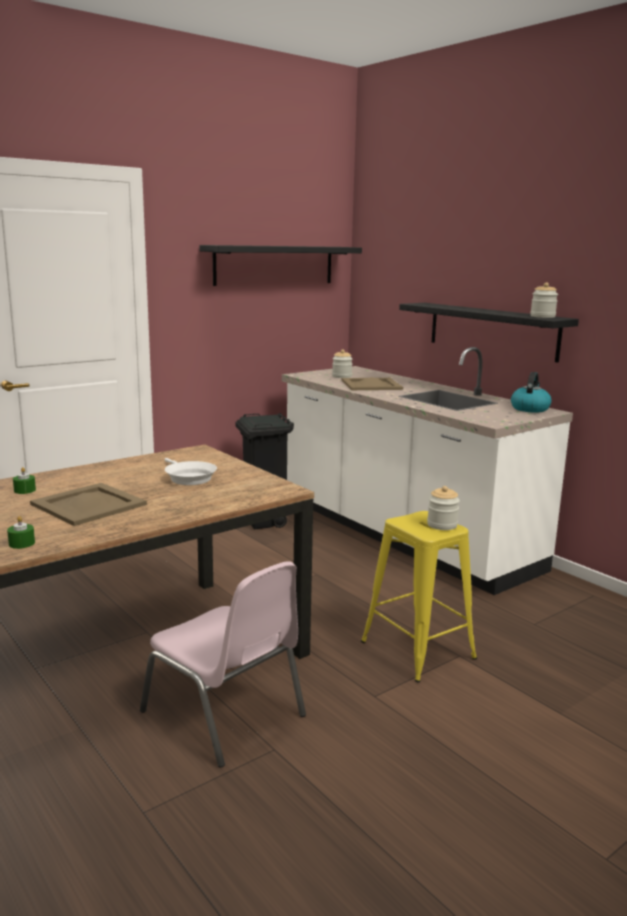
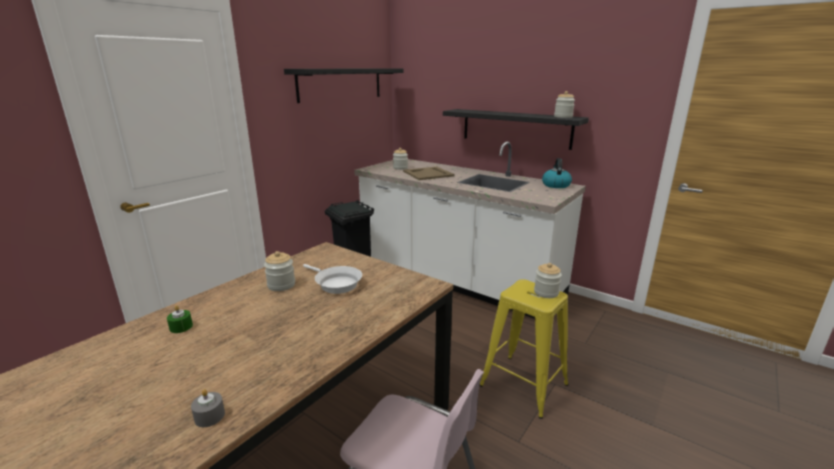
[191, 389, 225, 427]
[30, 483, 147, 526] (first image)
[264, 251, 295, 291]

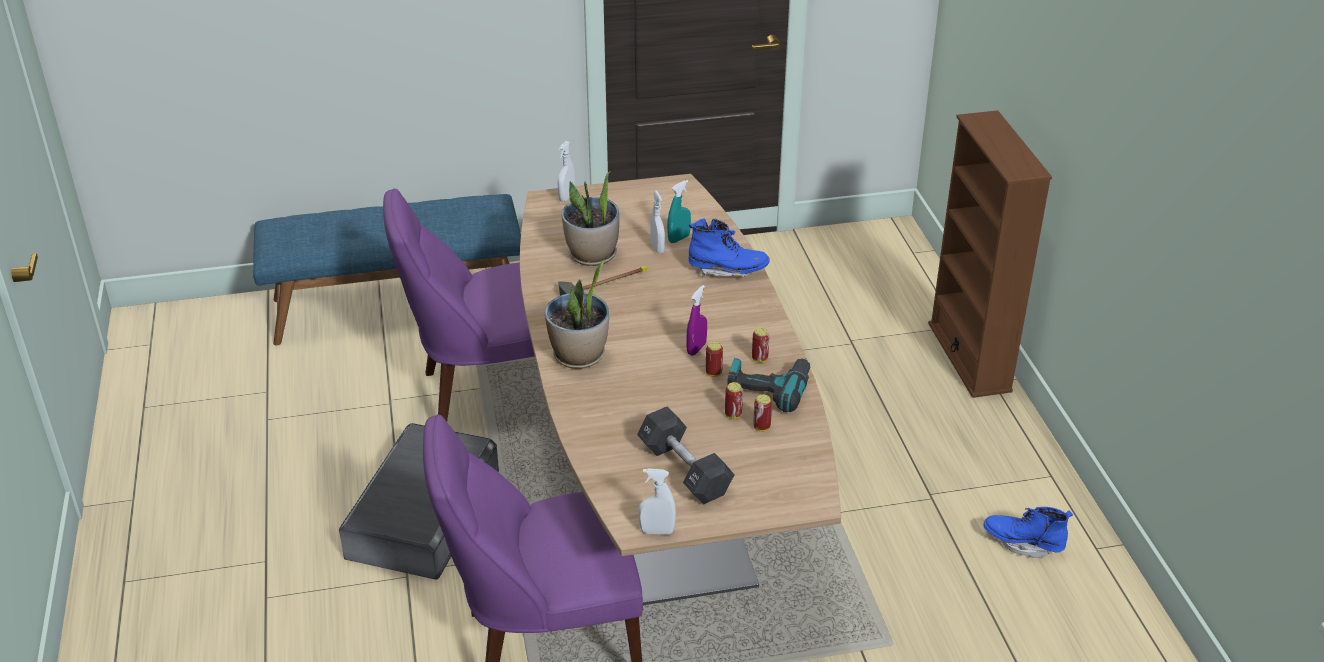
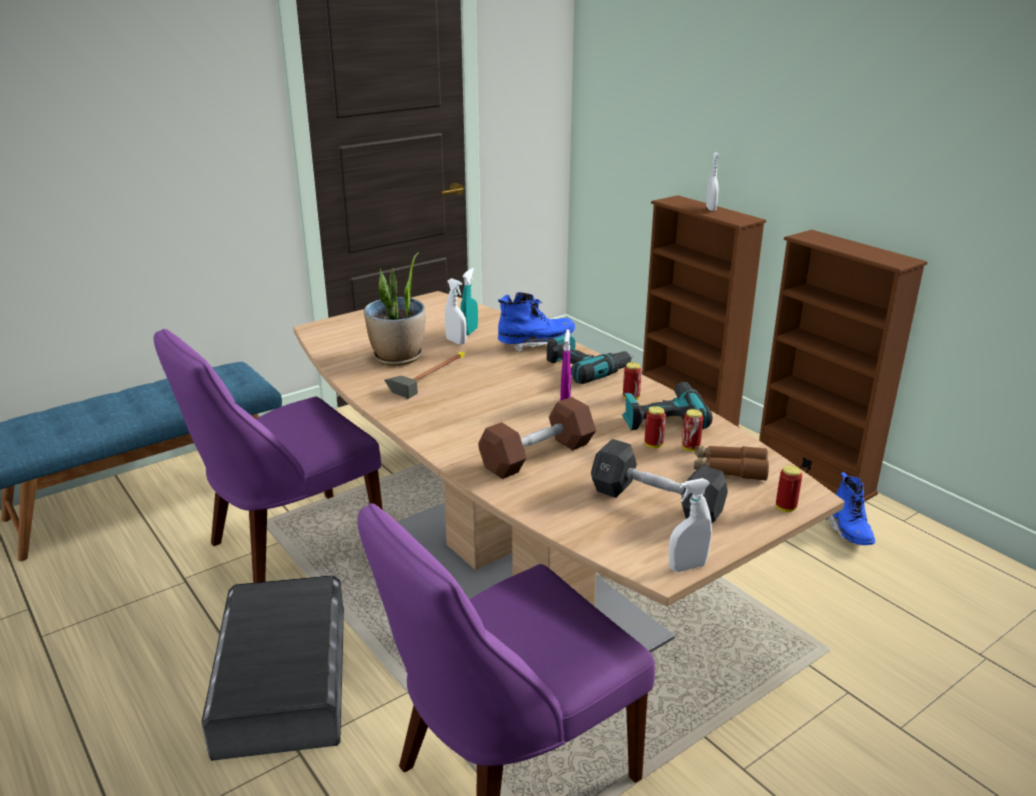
[545, 260, 609, 369] (first image)
[706, 152, 719, 211]
[776, 465, 802, 512]
[826, 472, 875, 545]
[478, 397, 596, 479]
[547, 335, 634, 384]
[694, 446, 769, 481]
[759, 230, 927, 501]

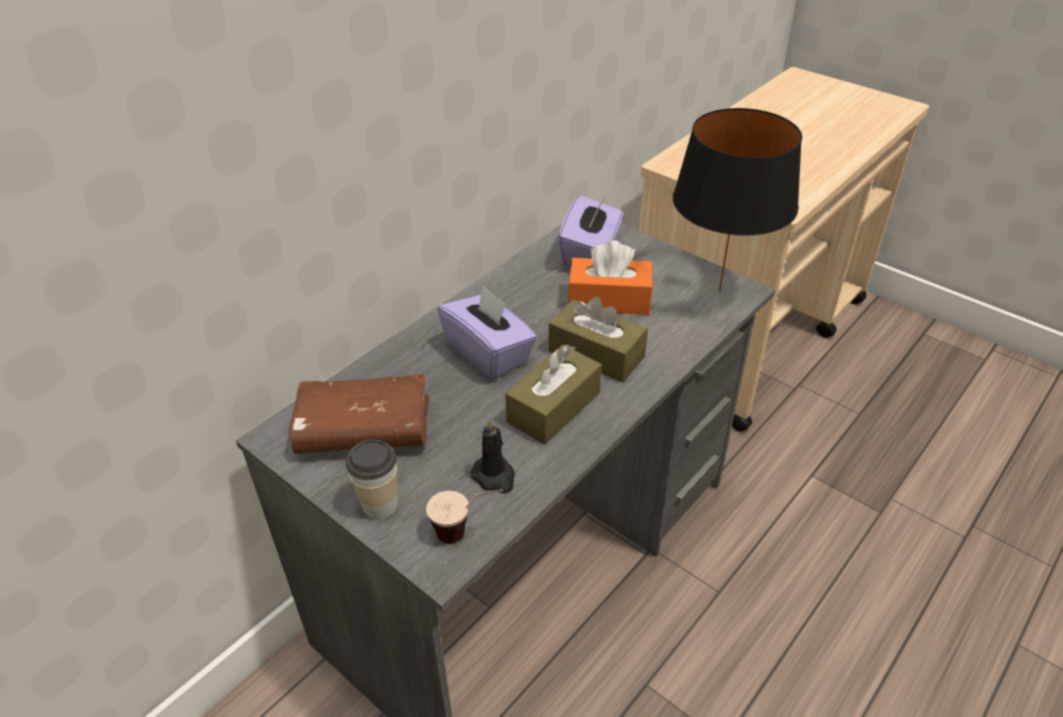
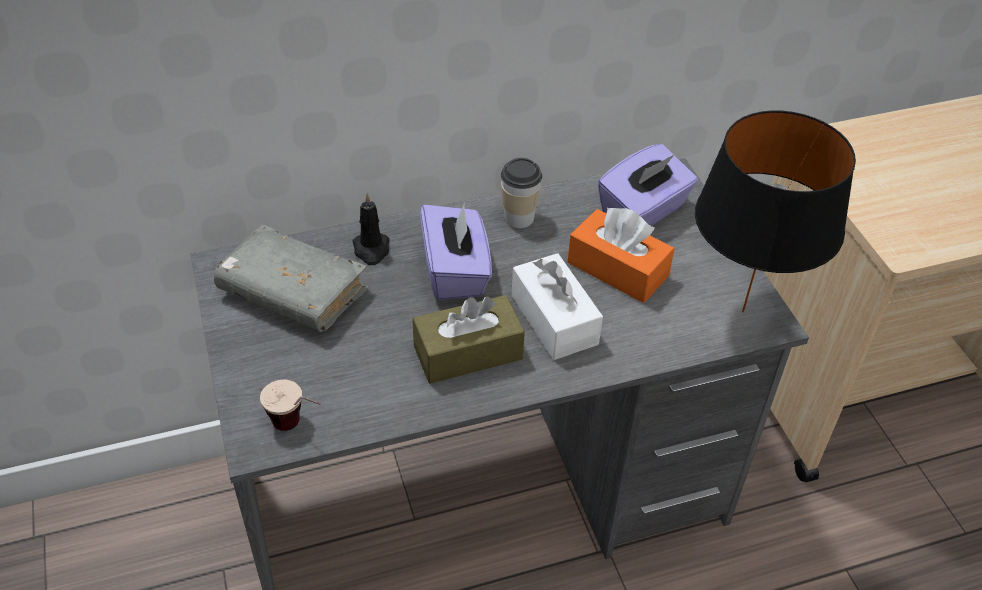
[214, 225, 368, 332]
[501, 158, 542, 228]
[353, 193, 390, 265]
[512, 253, 603, 360]

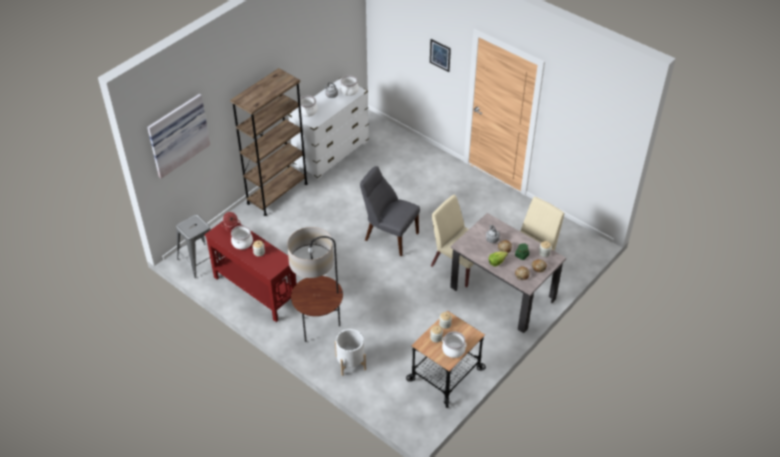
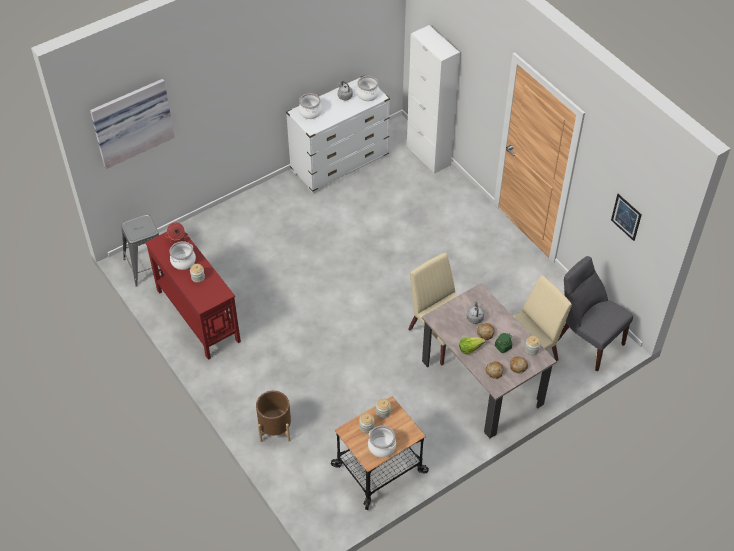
[230, 68, 308, 216] (first image)
[287, 227, 343, 342] (first image)
[256, 391, 291, 442]
[558, 256, 633, 371]
[611, 194, 642, 241]
[407, 25, 460, 174]

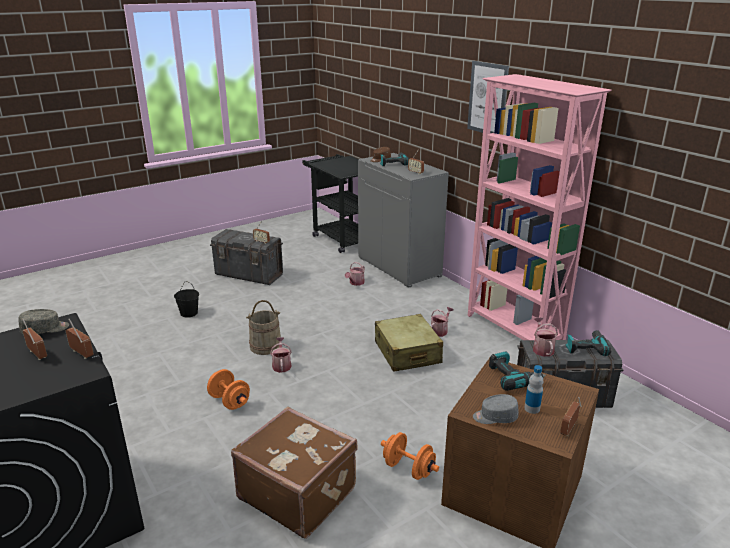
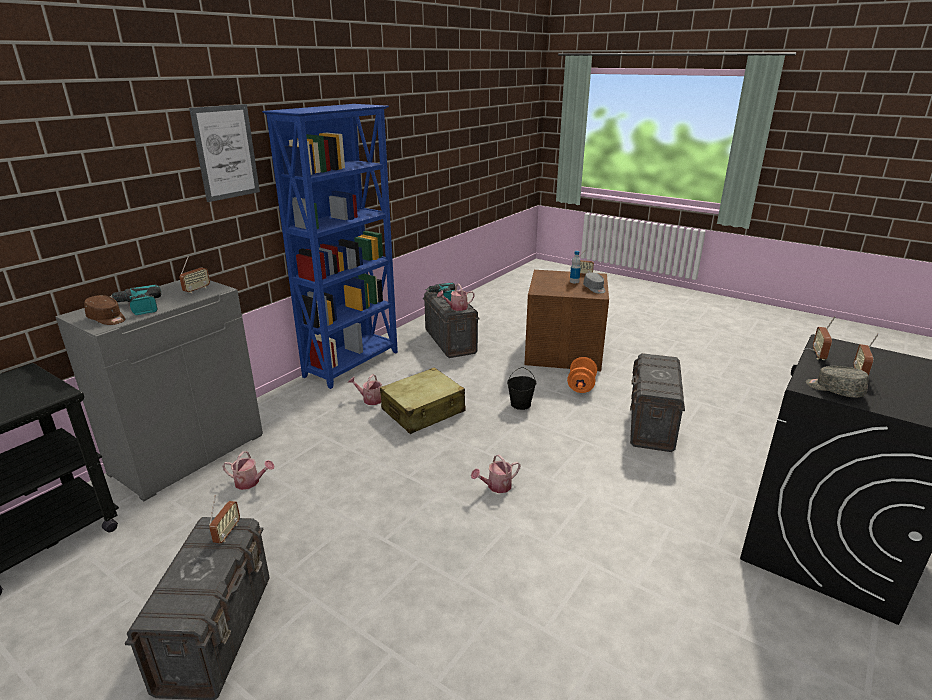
[507, 367, 536, 410]
[207, 369, 250, 410] (first image)
[630, 353, 685, 452]
[246, 300, 282, 355] (first image)
[262, 104, 398, 389]
[489, 352, 546, 391] (first image)

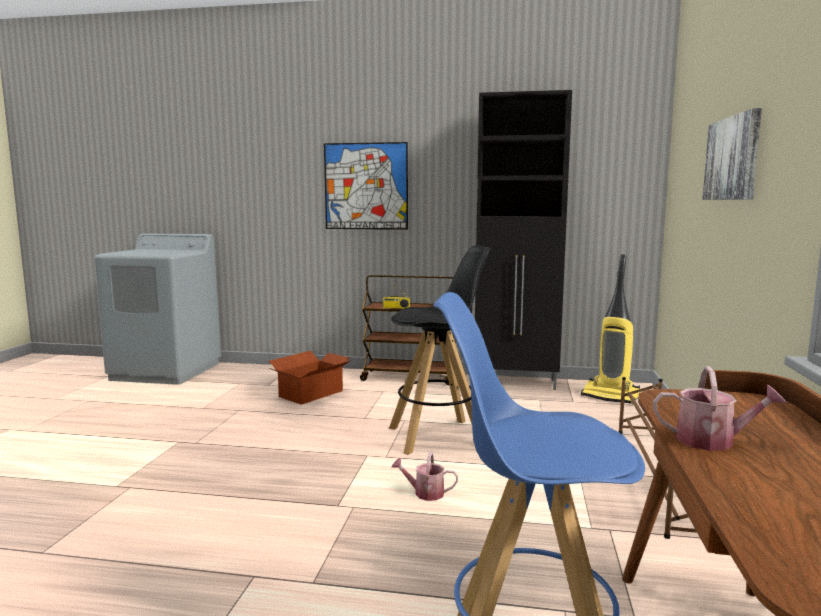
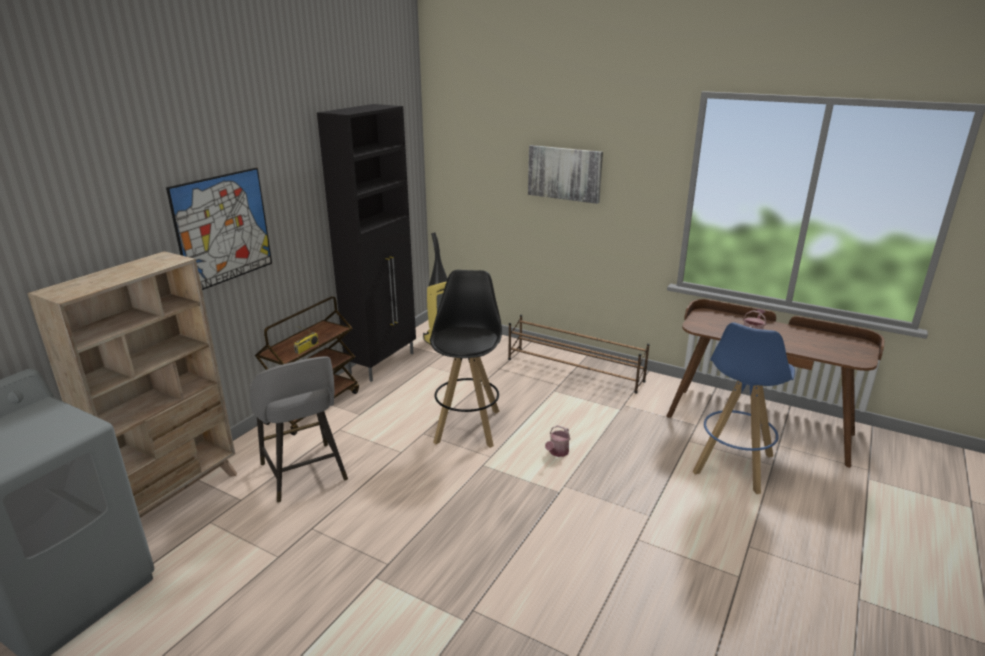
[250, 356, 348, 503]
[27, 251, 237, 518]

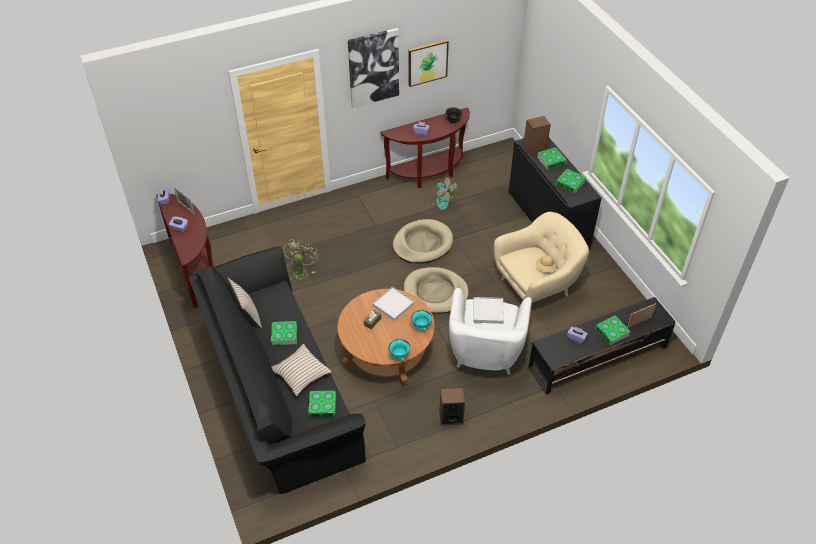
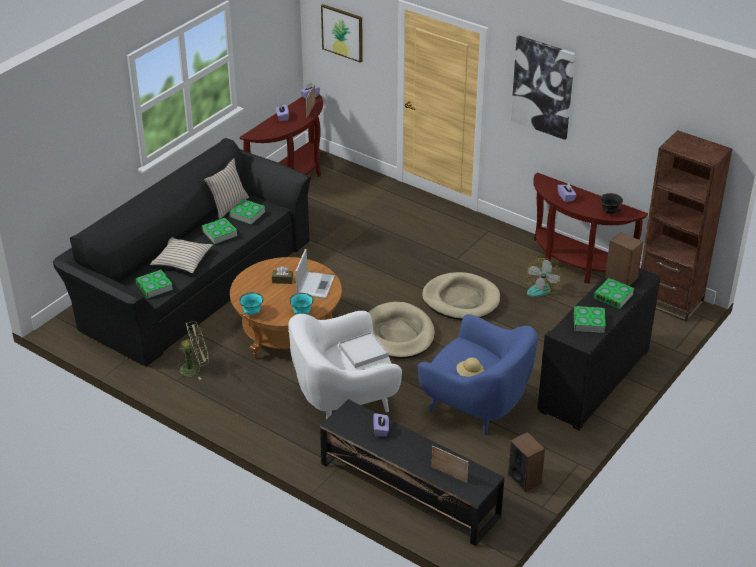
[173, 321, 209, 380]
[295, 249, 335, 299]
[321, 4, 363, 63]
[508, 432, 545, 492]
[418, 314, 538, 435]
[229, 199, 265, 224]
[641, 130, 733, 322]

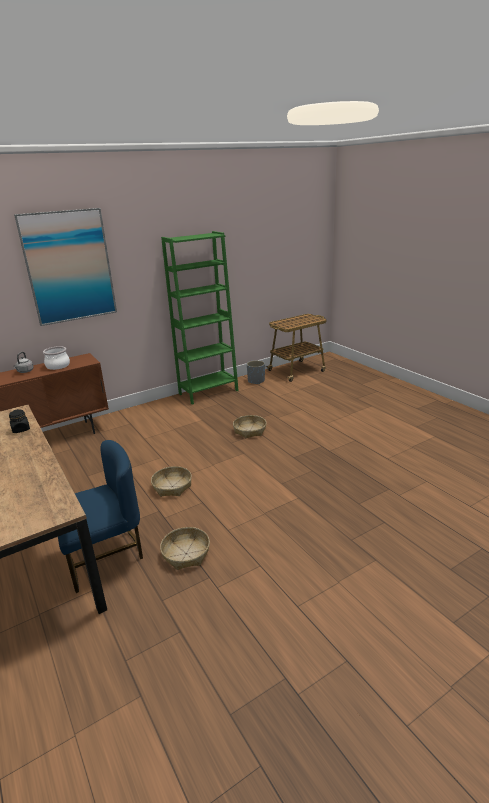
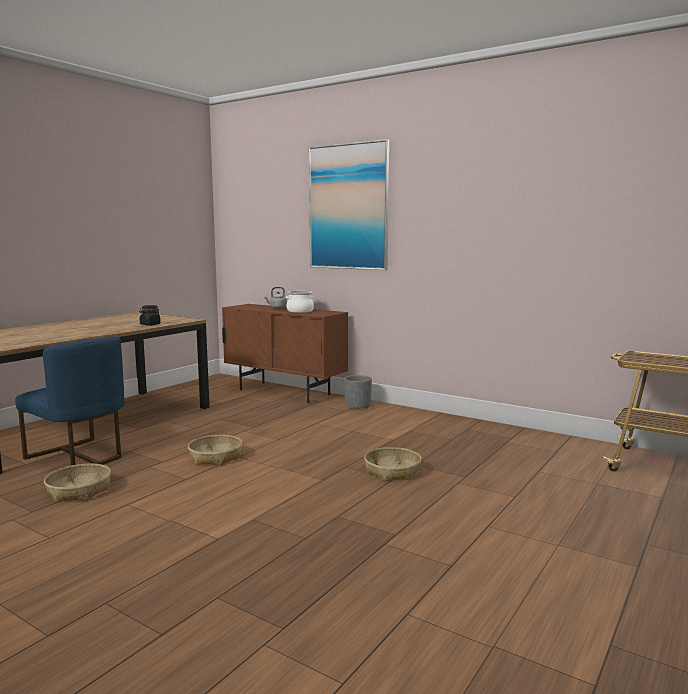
[161, 231, 239, 405] (first image)
[344, 375, 372, 409]

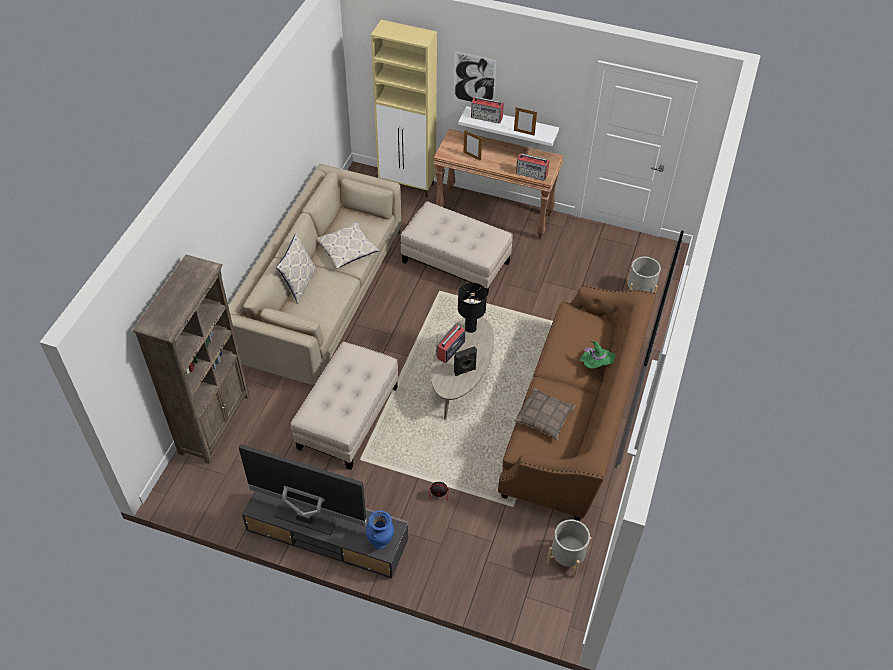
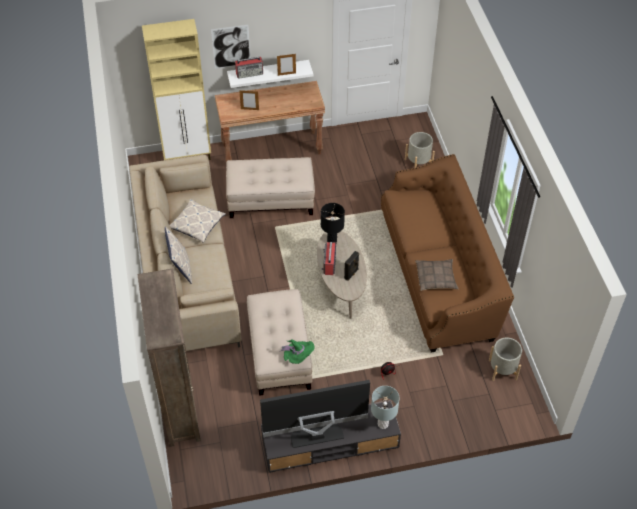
[371, 386, 400, 429]
[516, 153, 550, 180] (first image)
[279, 340, 315, 364]

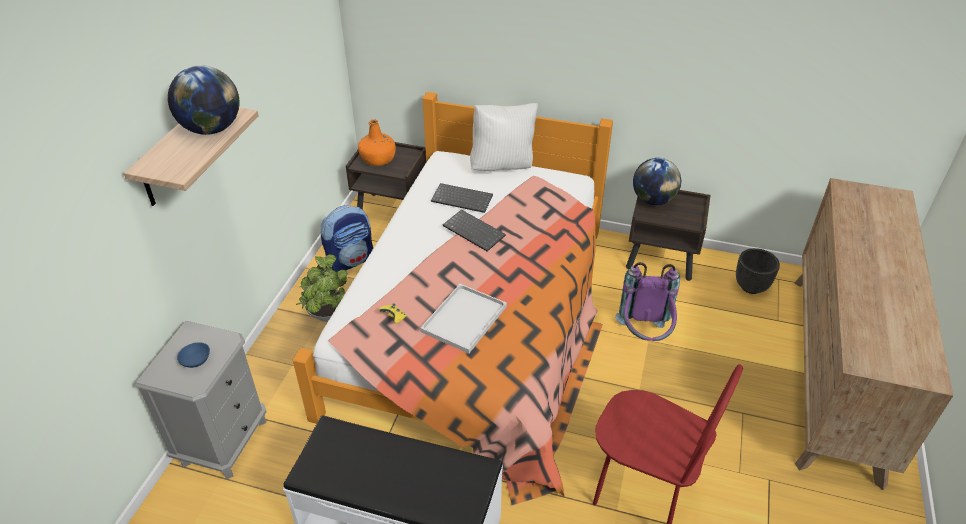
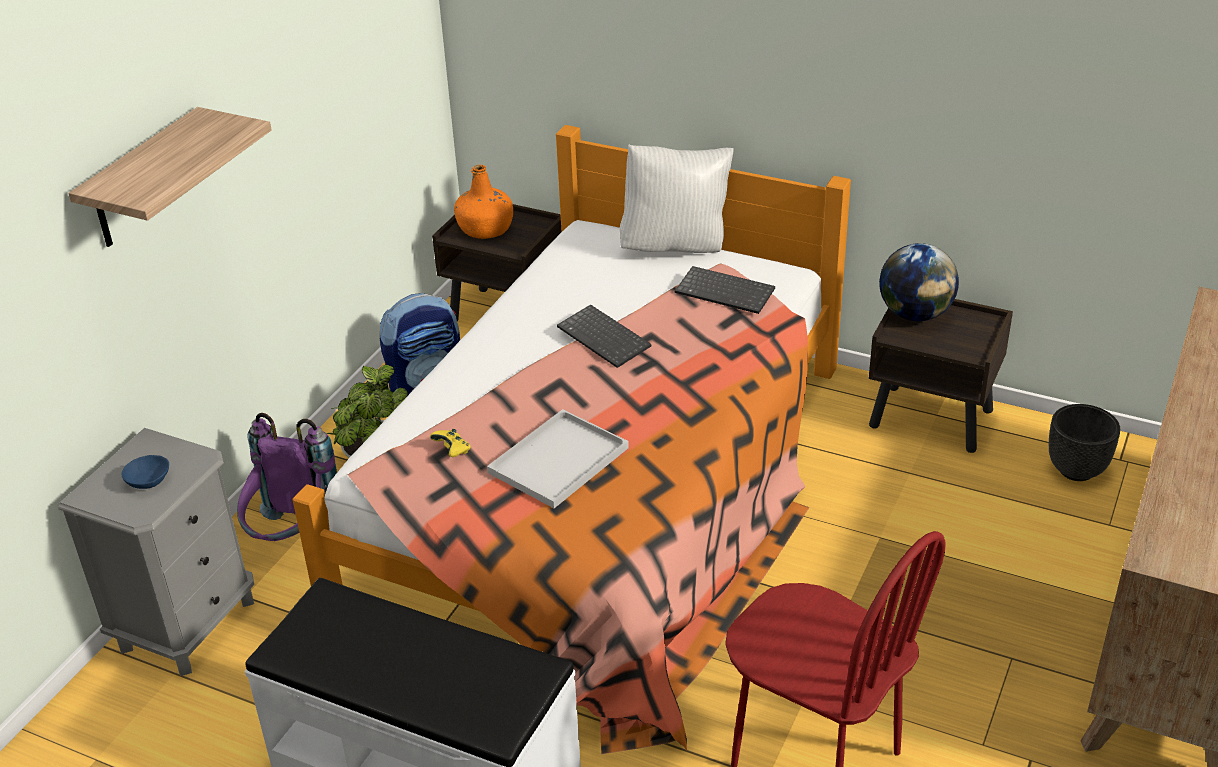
[168, 65, 240, 135] (first image)
[675, 266, 775, 314]
[237, 413, 337, 541]

